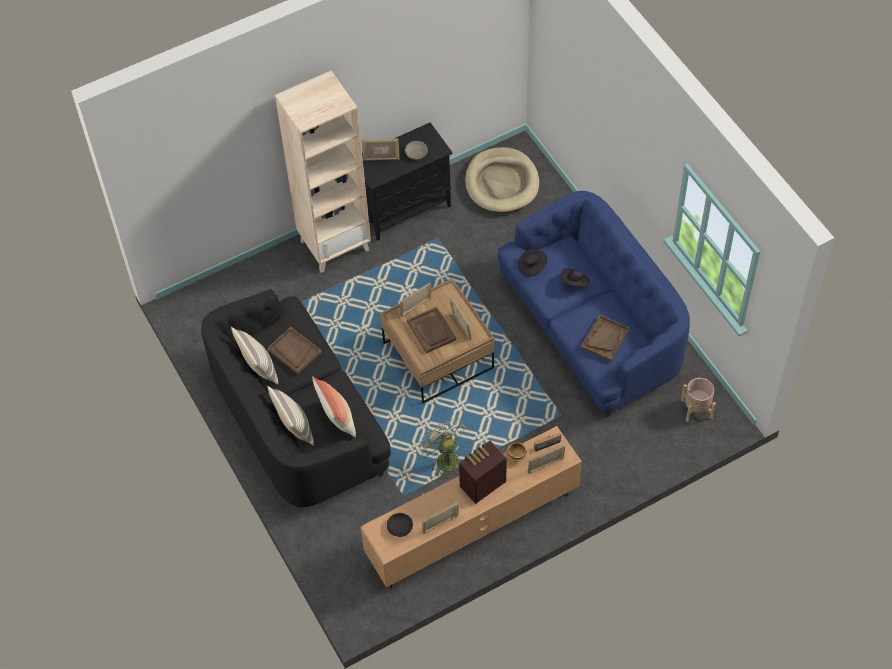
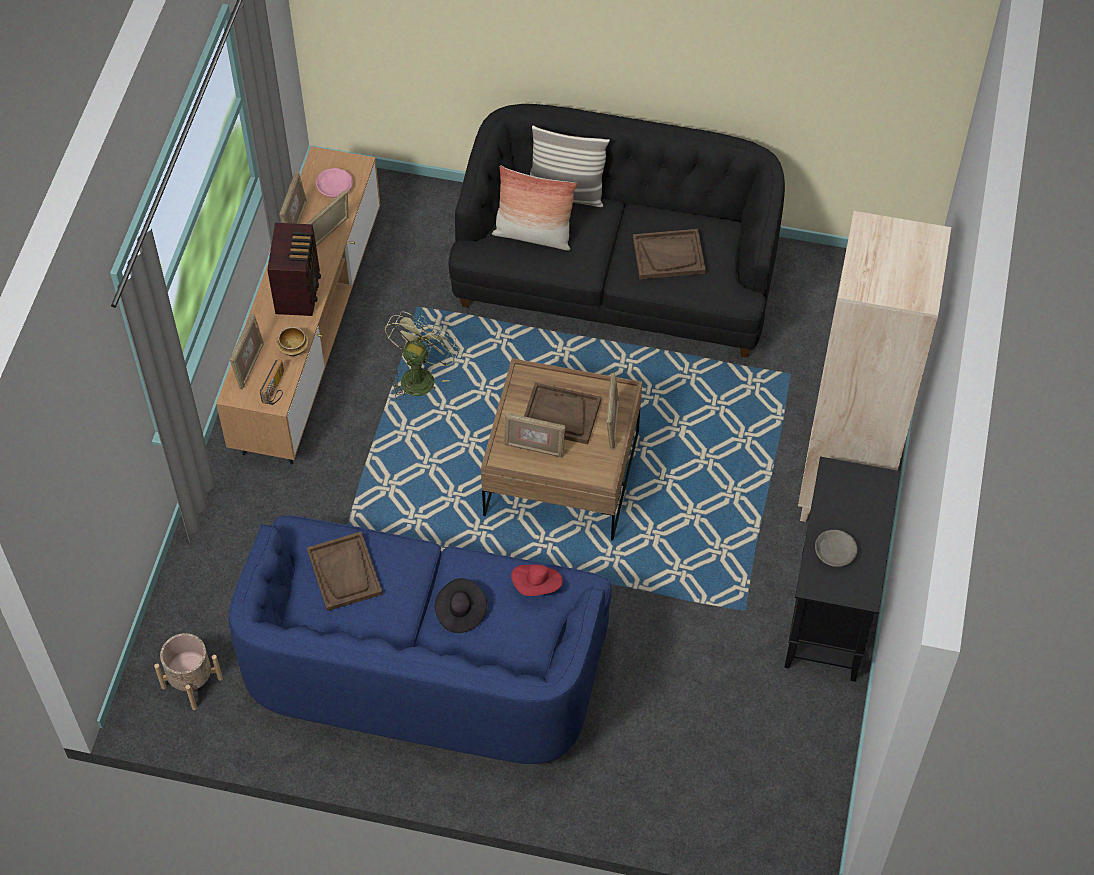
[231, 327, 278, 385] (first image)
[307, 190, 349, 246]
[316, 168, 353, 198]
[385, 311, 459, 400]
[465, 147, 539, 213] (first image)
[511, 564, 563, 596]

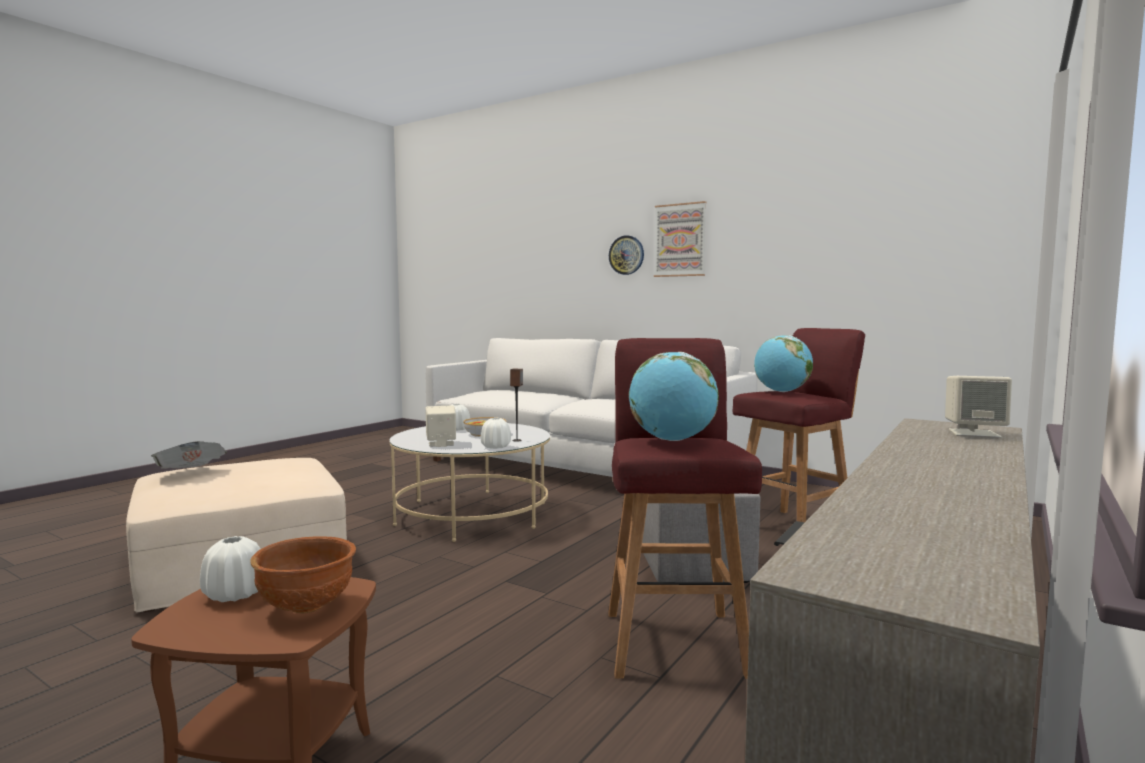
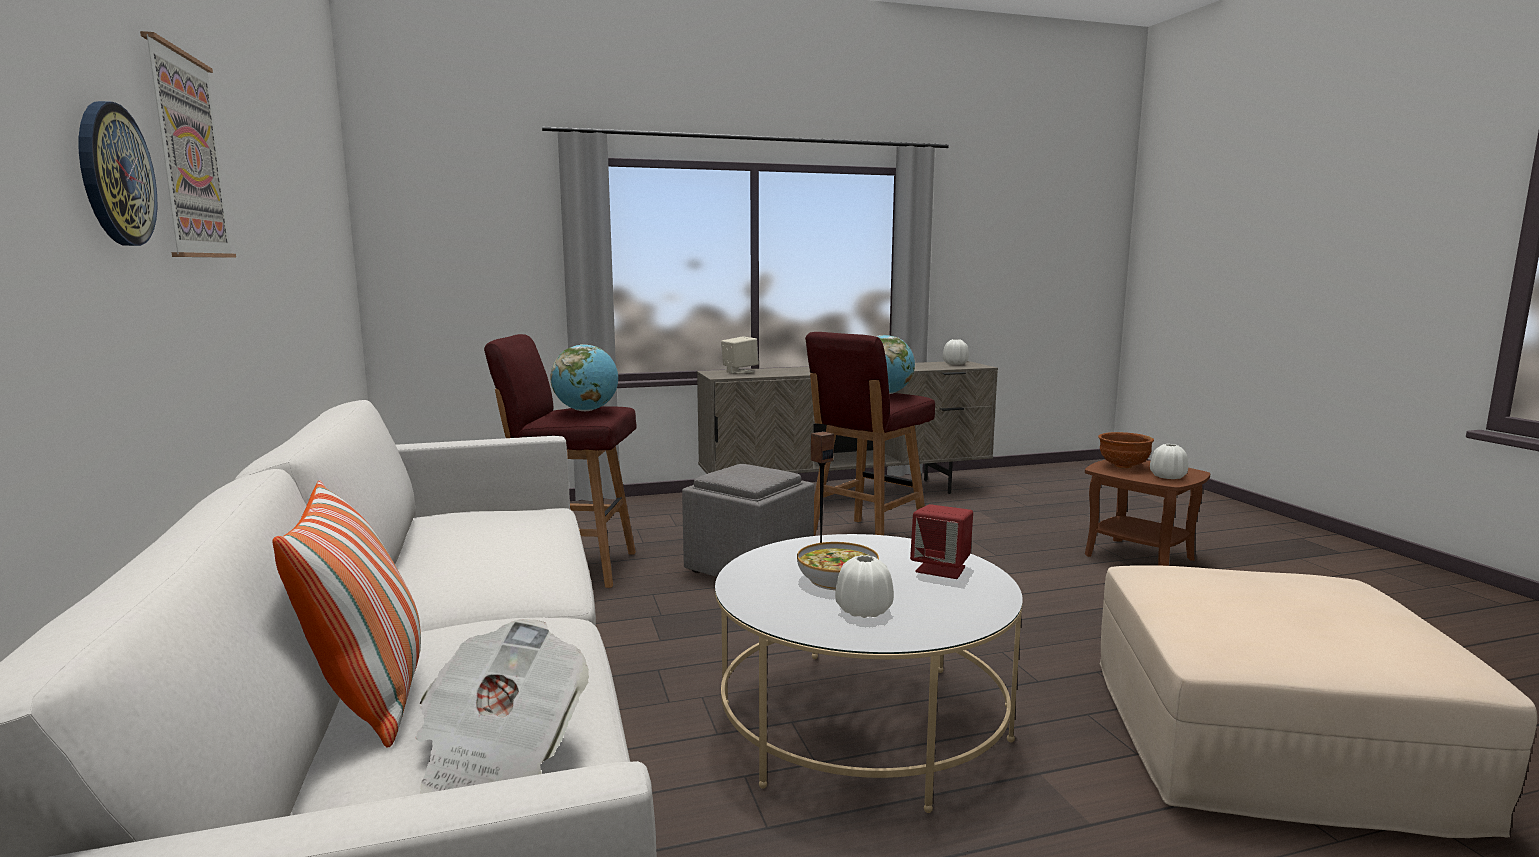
[415, 619, 589, 794]
[910, 504, 973, 579]
[943, 339, 969, 365]
[272, 480, 421, 748]

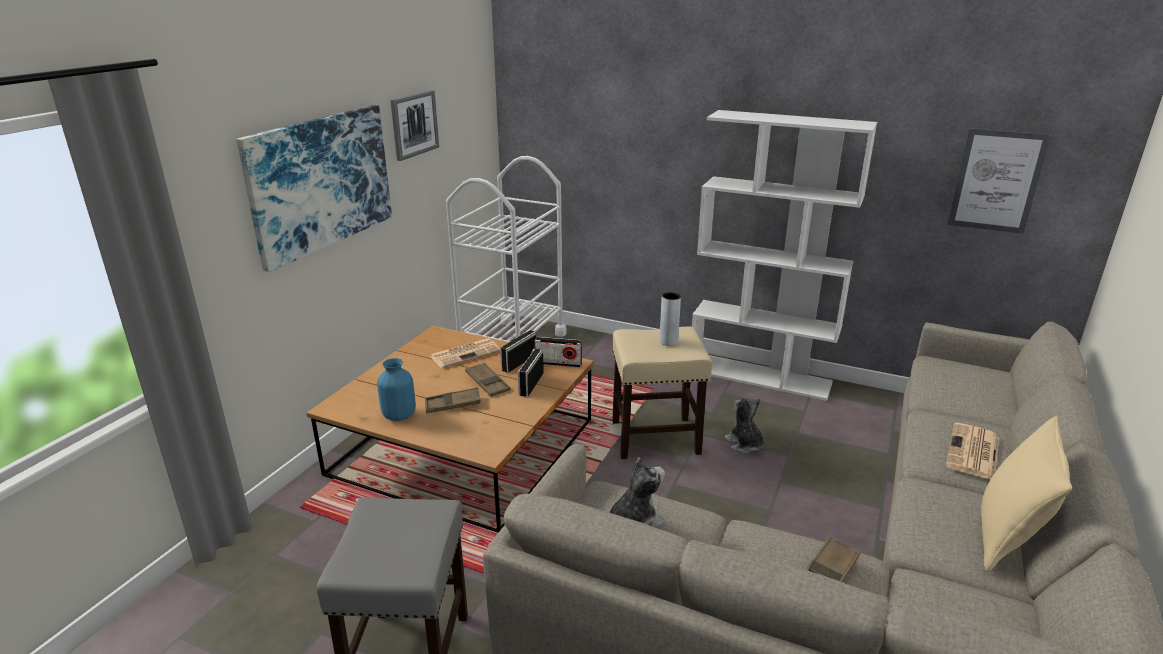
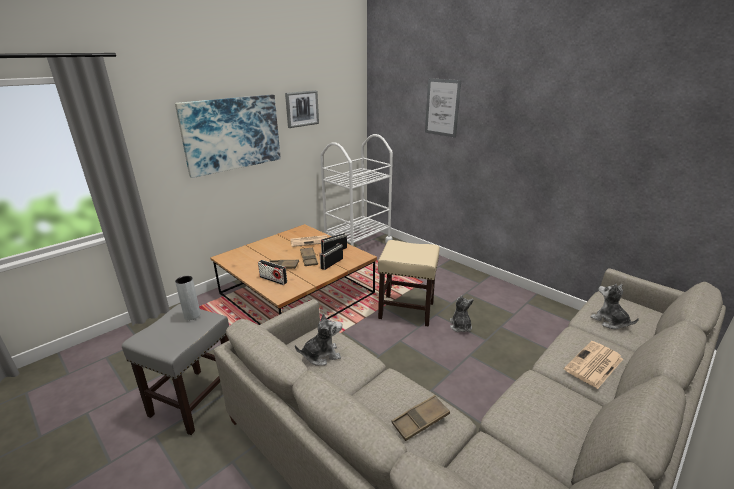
[377, 358, 416, 421] (first image)
[258, 260, 287, 285]
[175, 276, 201, 320]
[692, 110, 877, 401] (first image)
[425, 78, 461, 138]
[981, 416, 1072, 572] (first image)
[590, 284, 639, 329]

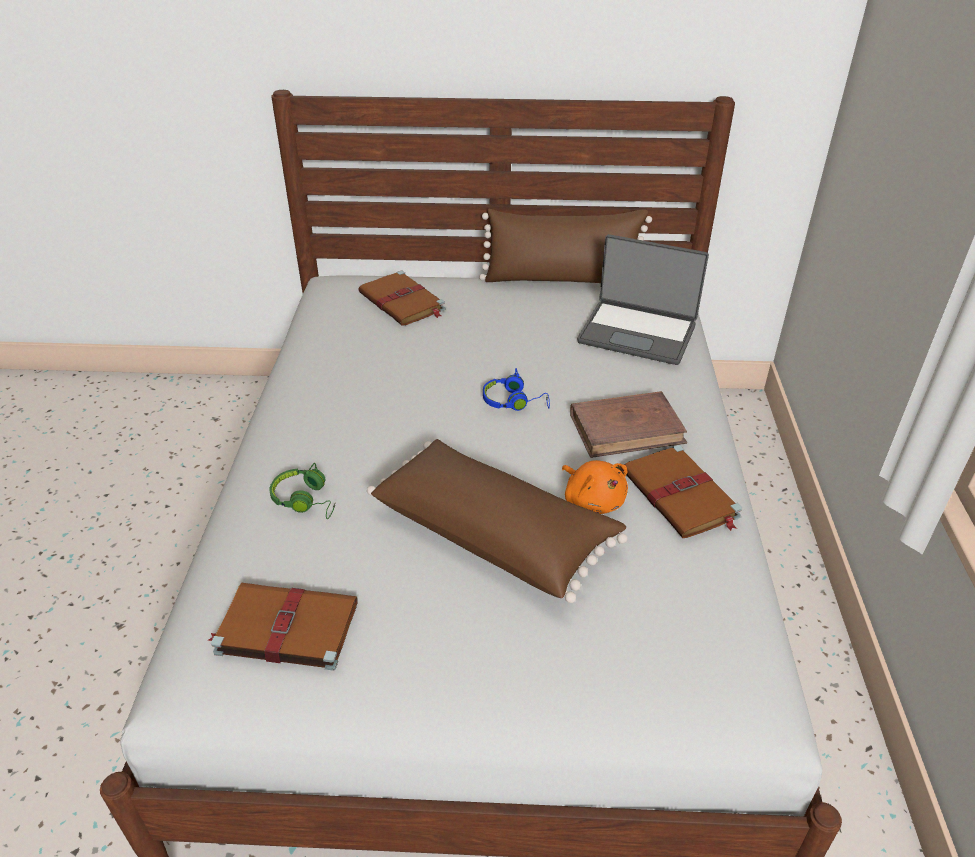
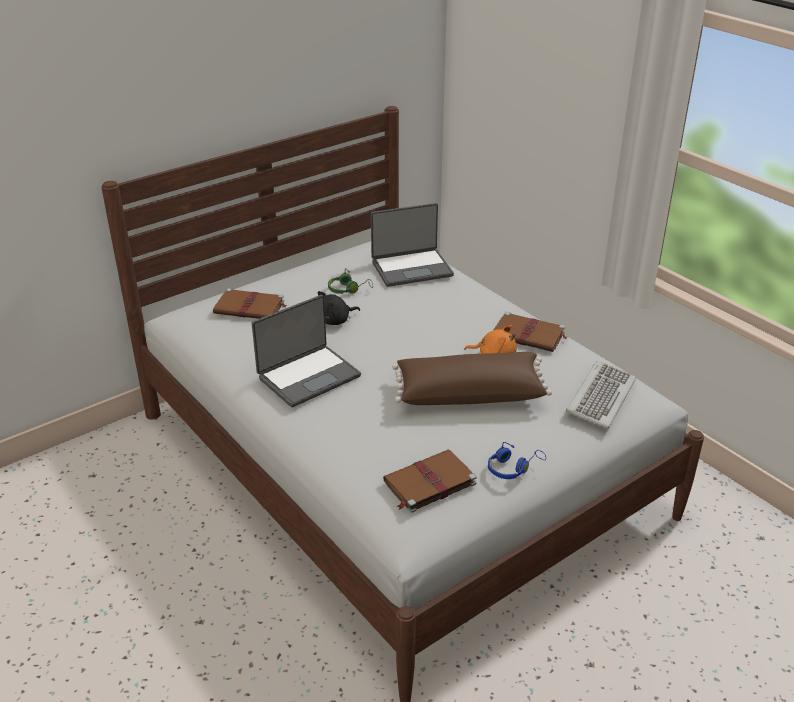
[328, 268, 373, 294]
[479, 209, 652, 283] (first image)
[488, 442, 546, 479]
[570, 391, 687, 458] (first image)
[252, 295, 361, 407]
[318, 291, 360, 325]
[566, 361, 636, 429]

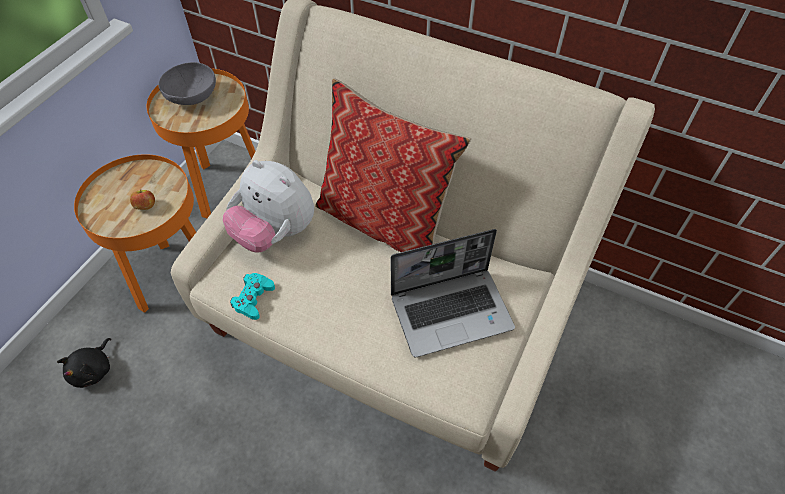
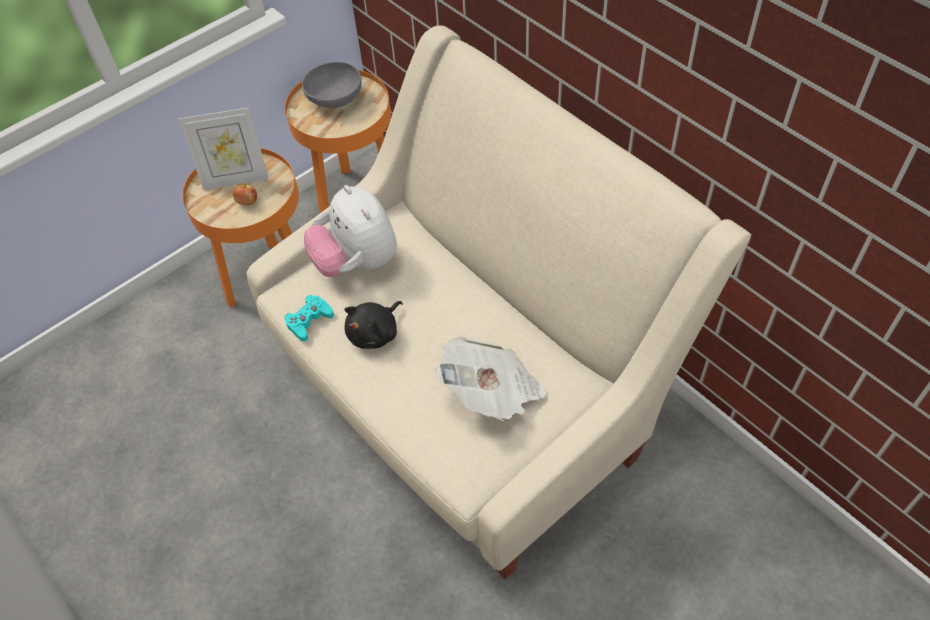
[344, 301, 403, 349]
[315, 78, 471, 252] (first image)
[435, 337, 546, 421]
[179, 108, 269, 190]

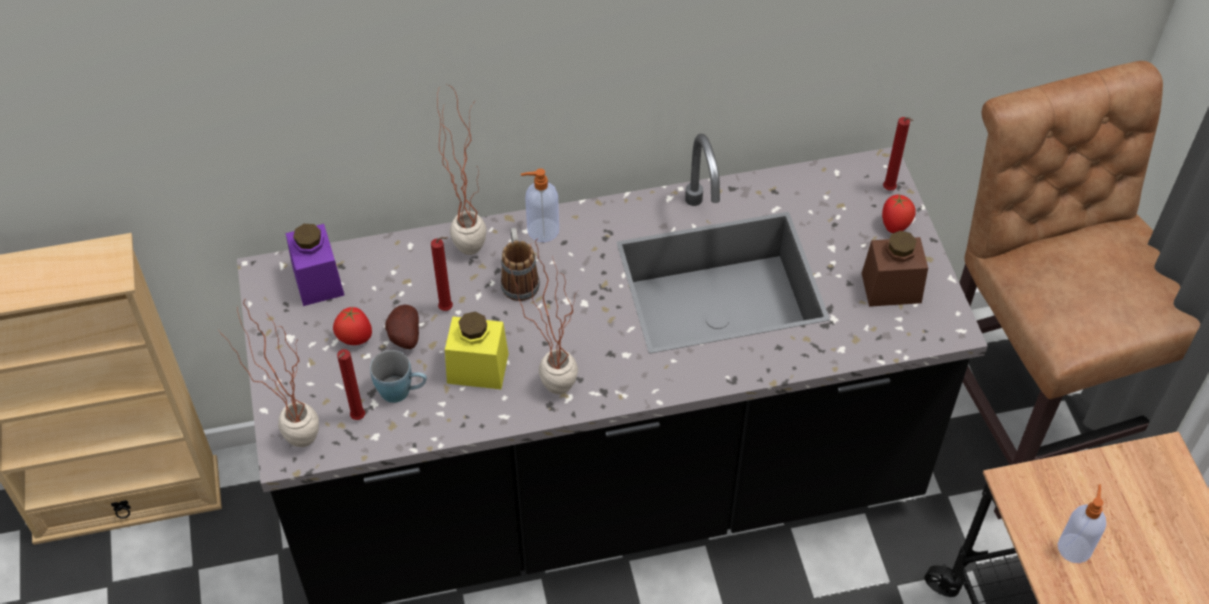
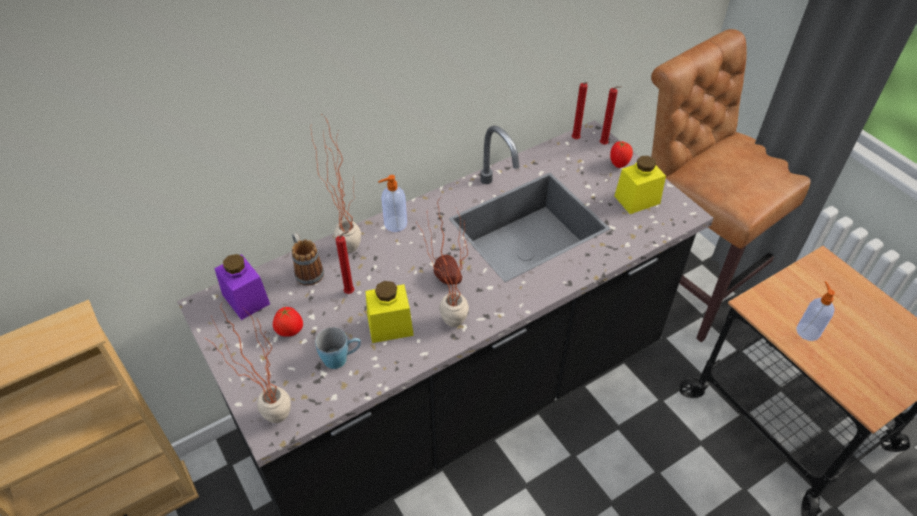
[572, 82, 588, 139]
[434, 255, 462, 285]
[292, 232, 324, 286]
[615, 156, 666, 214]

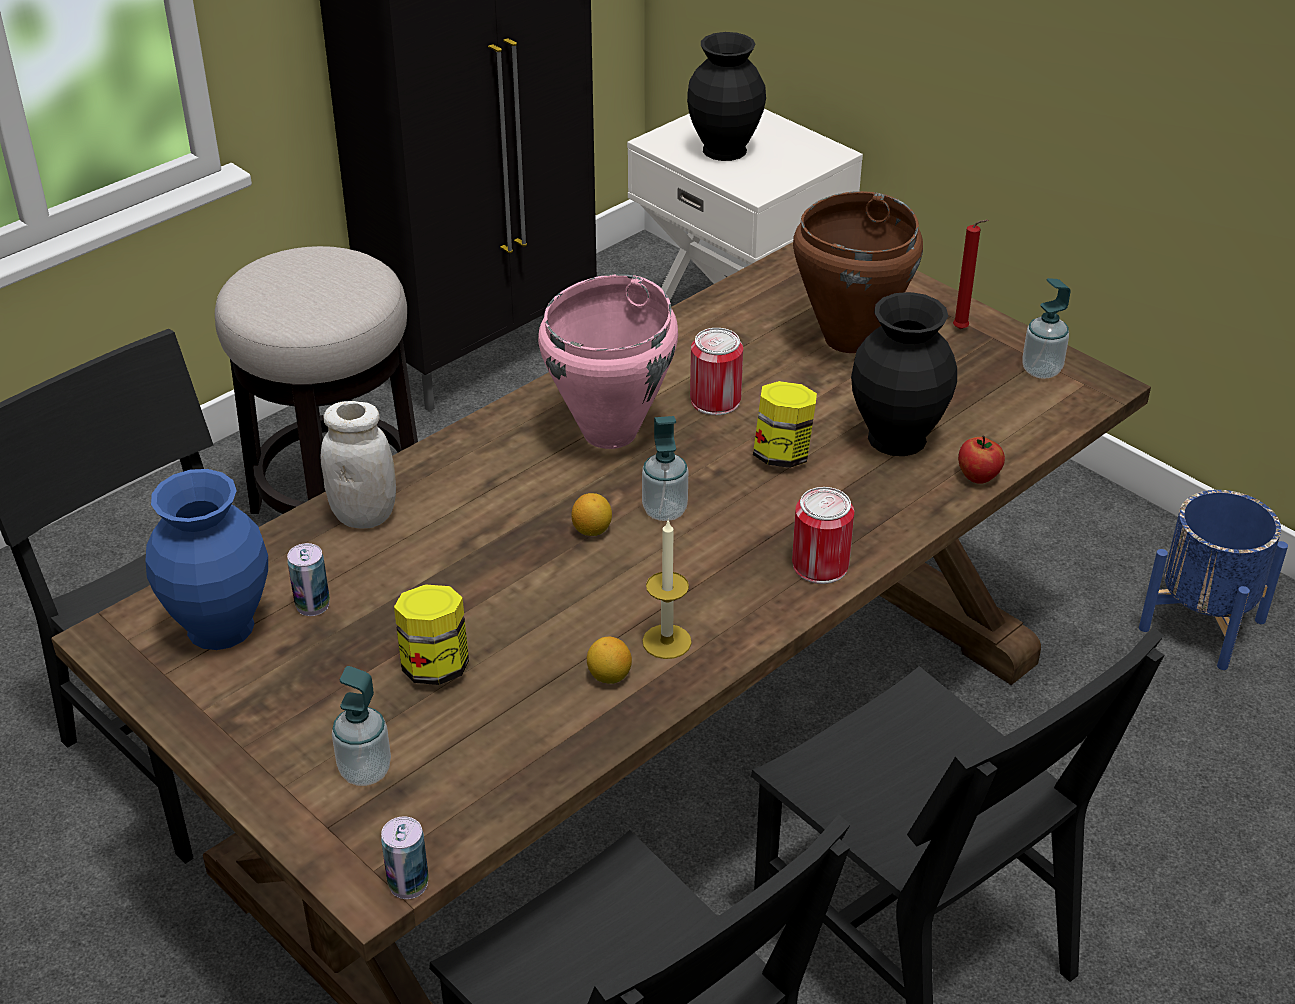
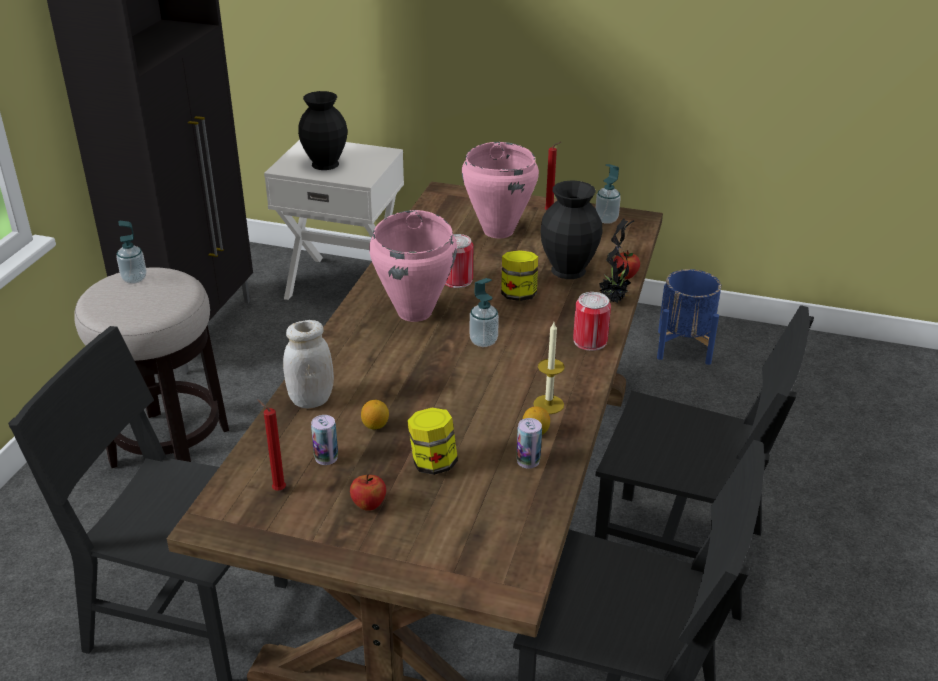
[257, 399, 286, 491]
[116, 221, 147, 284]
[516, 418, 542, 469]
[361, 400, 389, 430]
[462, 142, 539, 238]
[350, 474, 386, 511]
[599, 219, 634, 303]

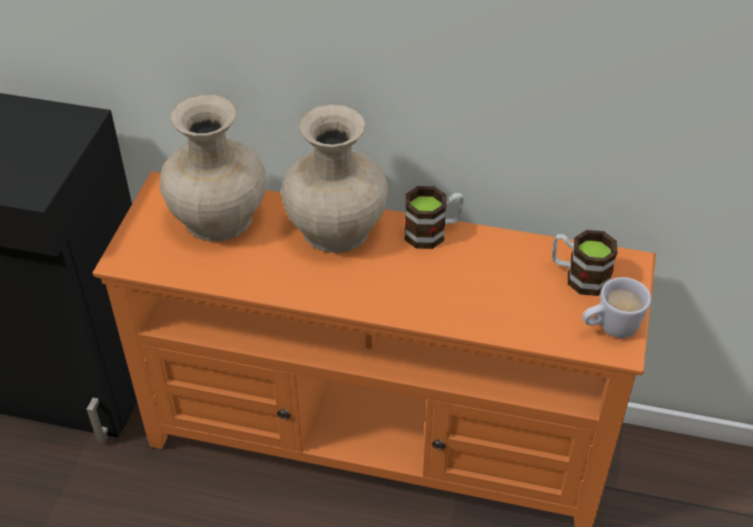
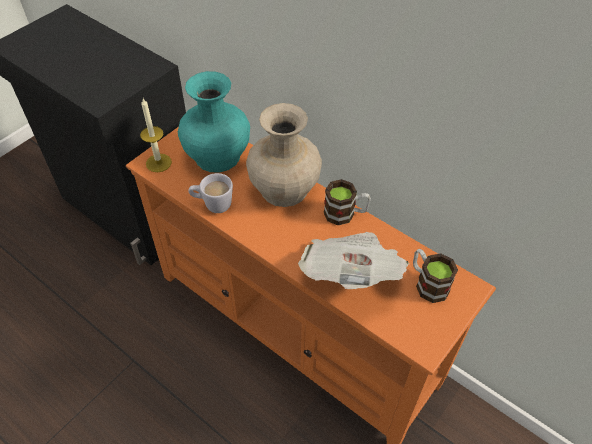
[178, 71, 250, 172]
[188, 173, 233, 213]
[140, 99, 172, 172]
[298, 232, 409, 289]

